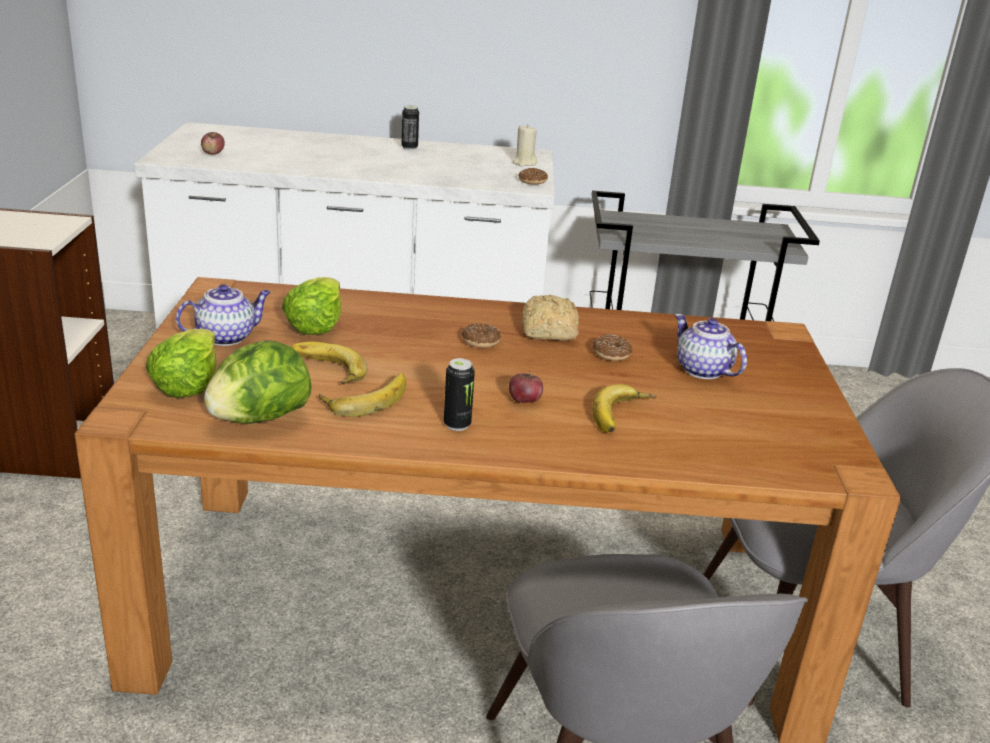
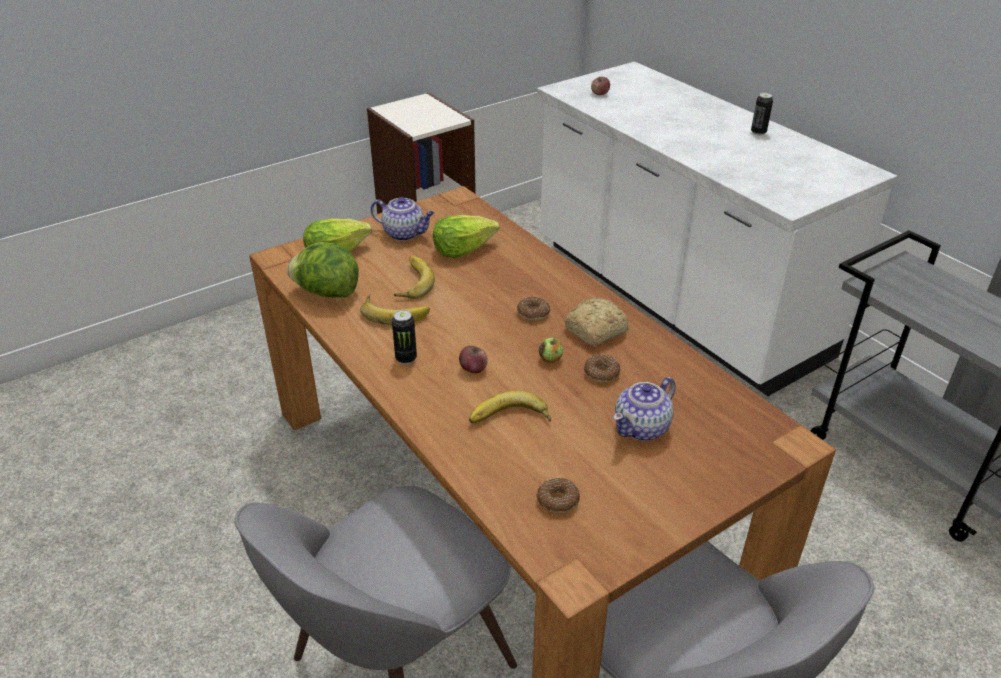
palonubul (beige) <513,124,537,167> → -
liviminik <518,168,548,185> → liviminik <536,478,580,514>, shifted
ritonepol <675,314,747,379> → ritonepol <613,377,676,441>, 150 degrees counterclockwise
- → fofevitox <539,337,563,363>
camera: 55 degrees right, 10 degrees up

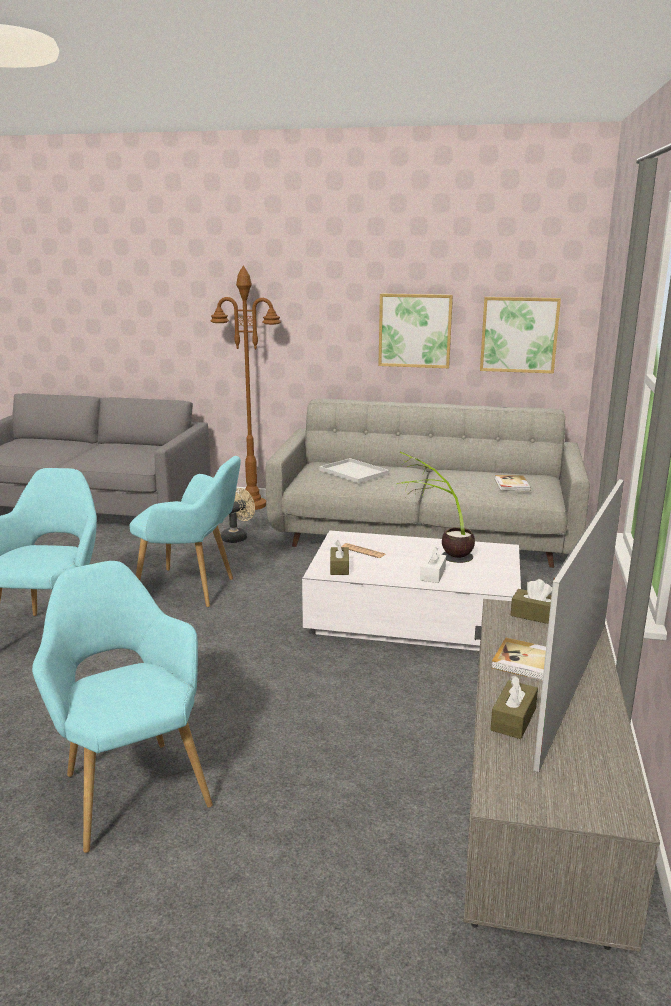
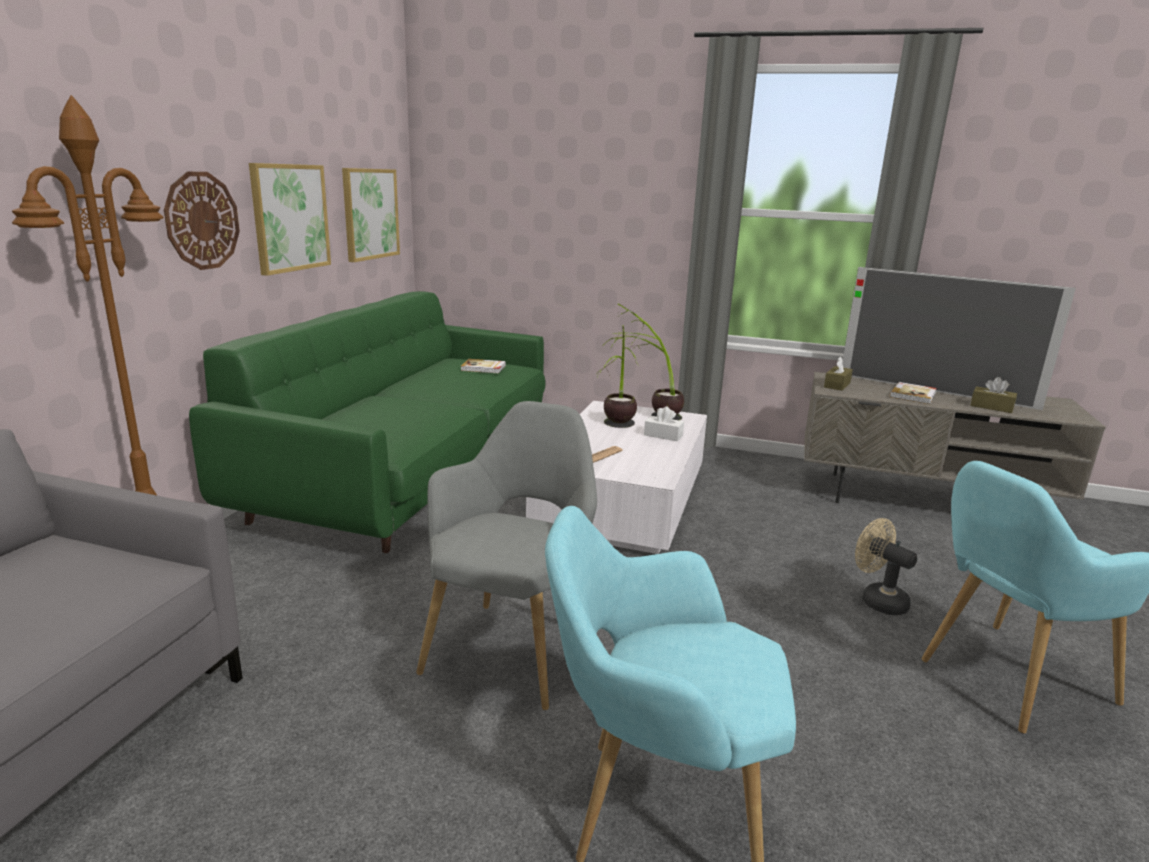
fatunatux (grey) <266,399,590,568> → fatunatux (green) <189,291,546,553>
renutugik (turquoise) <130,456,241,607> → renutugik (grey) <416,401,597,710>
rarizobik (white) <319,458,389,483> → -
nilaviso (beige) <221,488,255,543> → nilaviso (beige) <855,518,917,615>, shifted
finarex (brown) <330,540,349,575> → -
- → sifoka <164,172,240,270>
- → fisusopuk <613,303,684,420>
camera: 85 degrees left, 0 degrees up

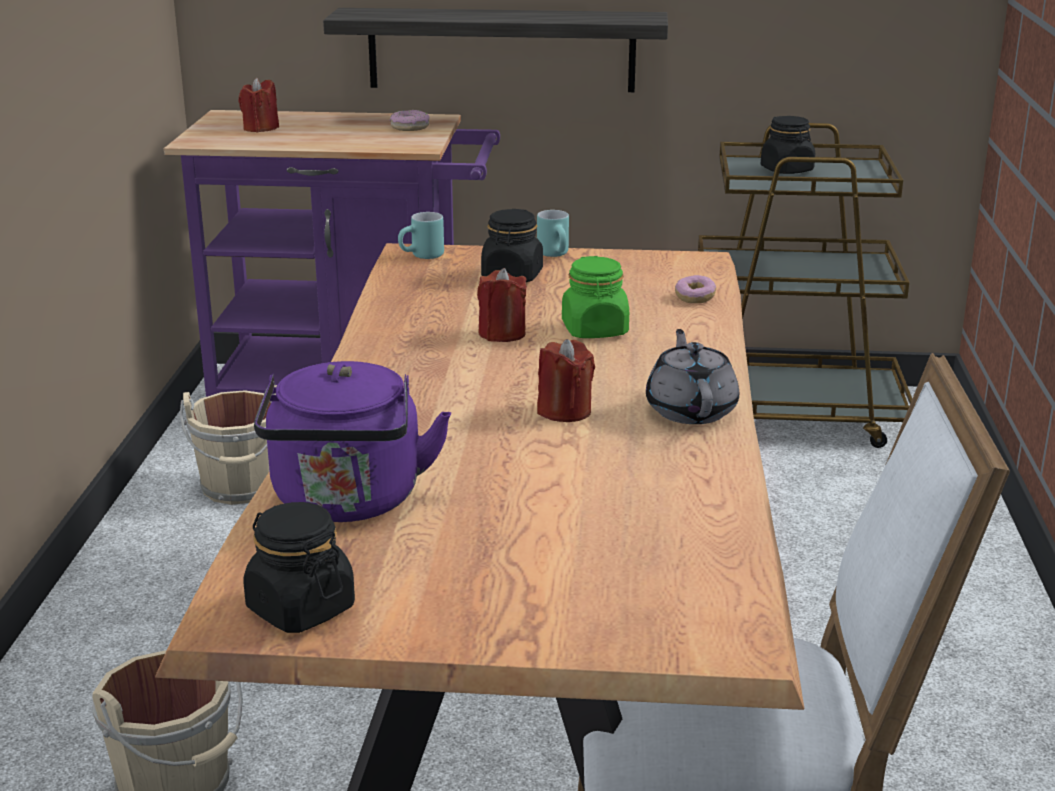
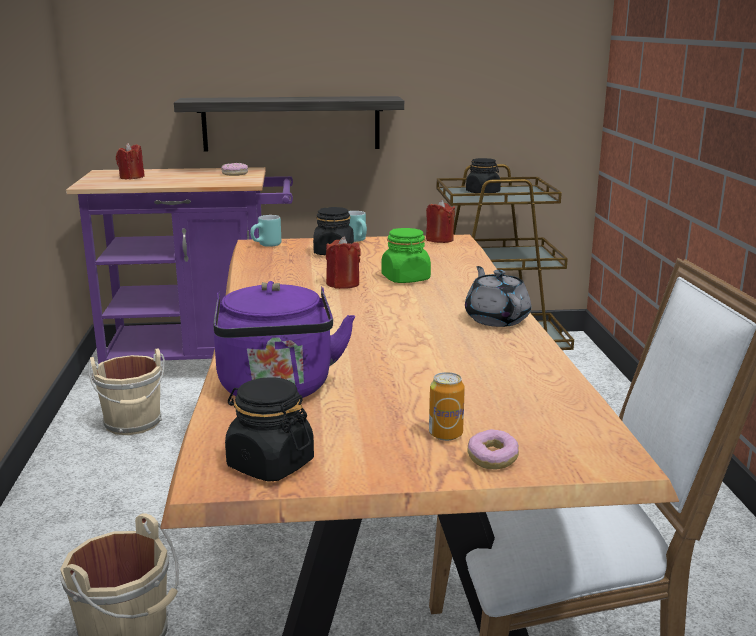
liviminik <675,275,716,303> → liviminik <468,429,519,469>, shifted
palonubul (red) <537,339,595,422> → palonubul (red) <426,200,455,243>, shifted
- → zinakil <429,372,465,441>
camera: 10 degrees left, 5 degrees down

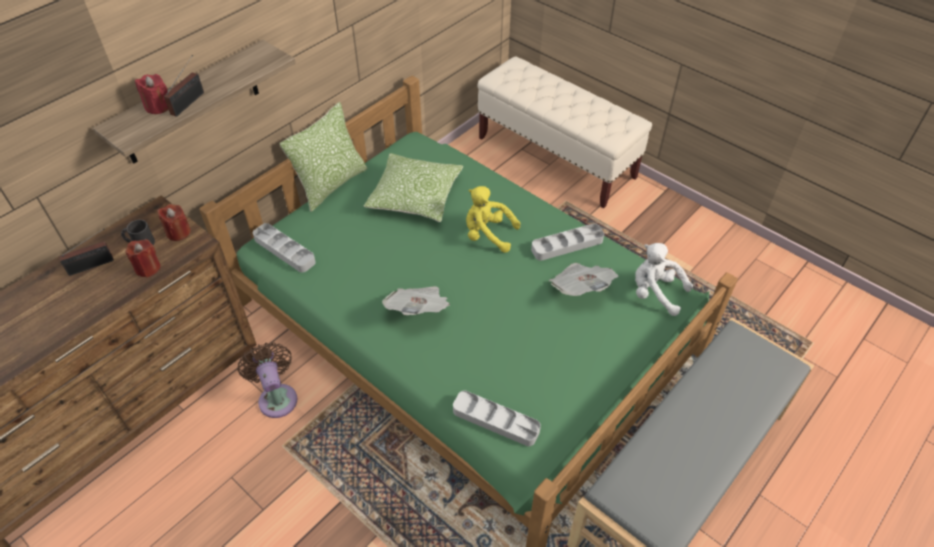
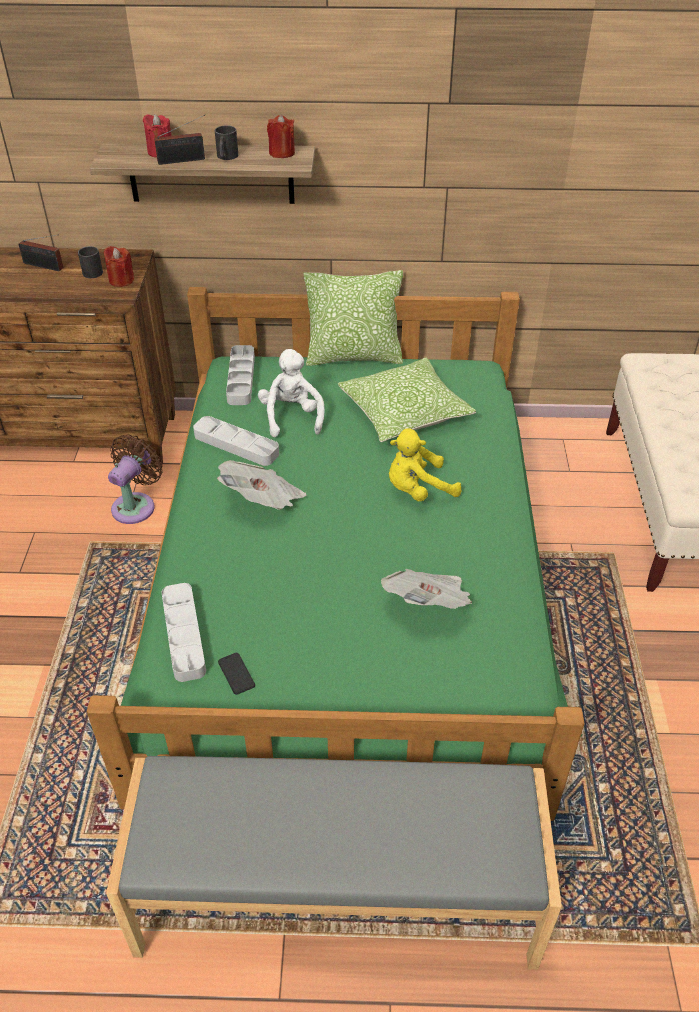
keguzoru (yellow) <466,186,521,253> → keguzoru (yellow) <389,428,461,502>, 90 degrees counterclockwise
rarizobik (grey) <531,224,604,261> → rarizobik (grey) <193,416,279,466>, shifted
palonubul (red) <125,239,160,278> → palonubul (red) <267,115,295,158>, shifted
keguzoru (white) <635,243,693,316> → keguzoru (white) <258,349,325,437>, shifted
- → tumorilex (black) <215,125,238,160>
- → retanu <218,653,255,695>
camera: 50 degrees right, 5 degrees down

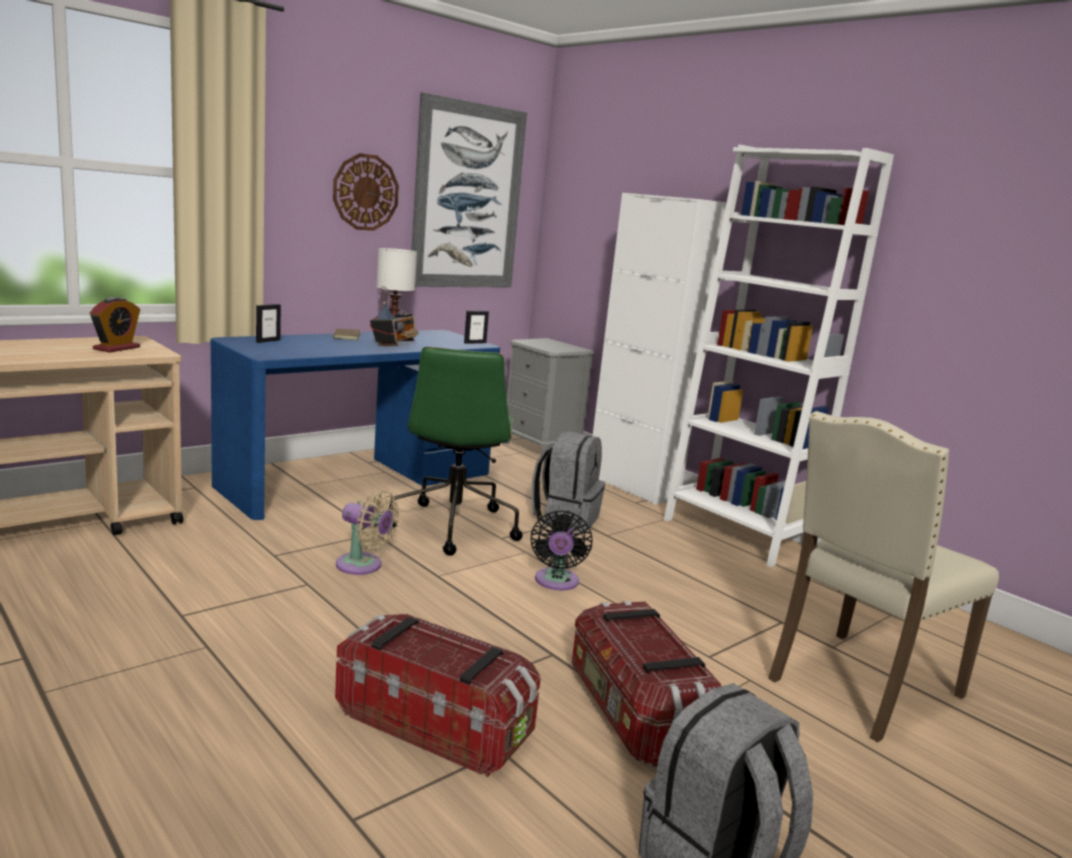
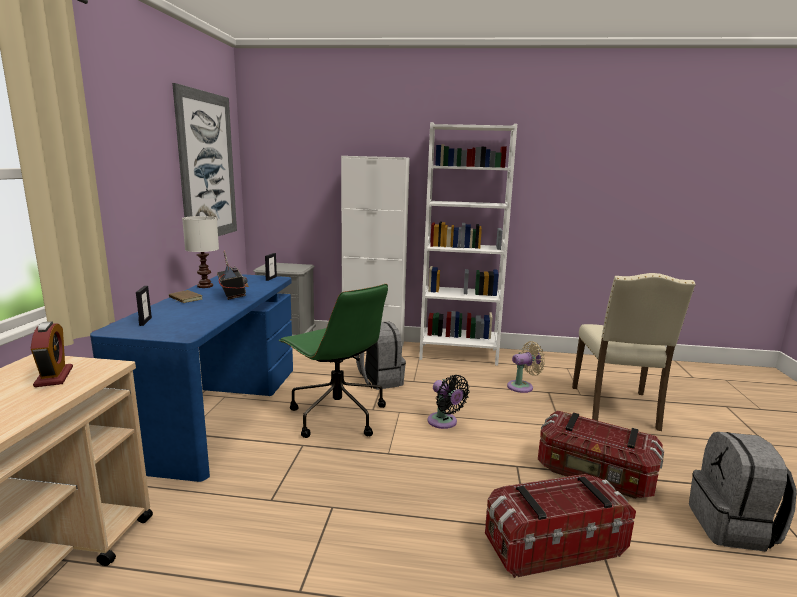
sifoka <333,153,399,231> → -
nilaviso (beige) <336,490,399,575> → nilaviso (beige) <507,341,545,393>, shifted
camera: 40 degrees left, 0 degrees up

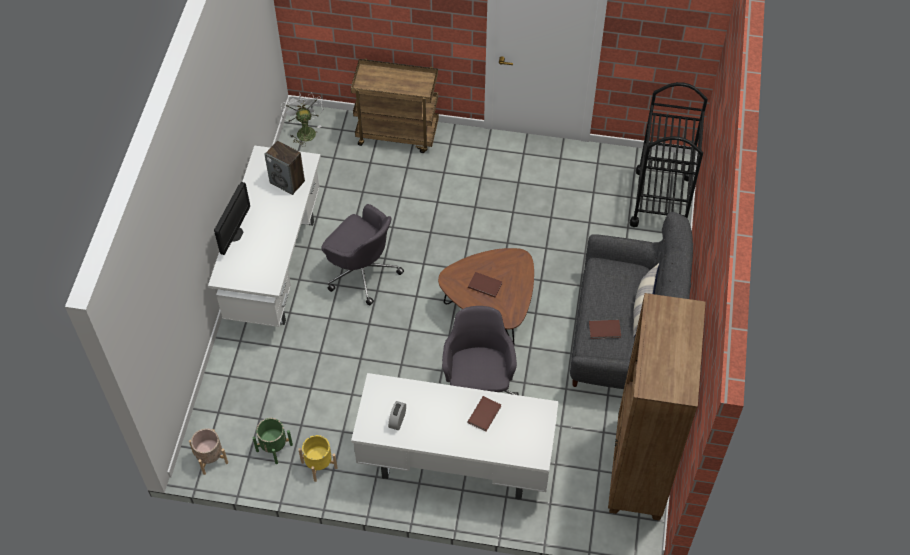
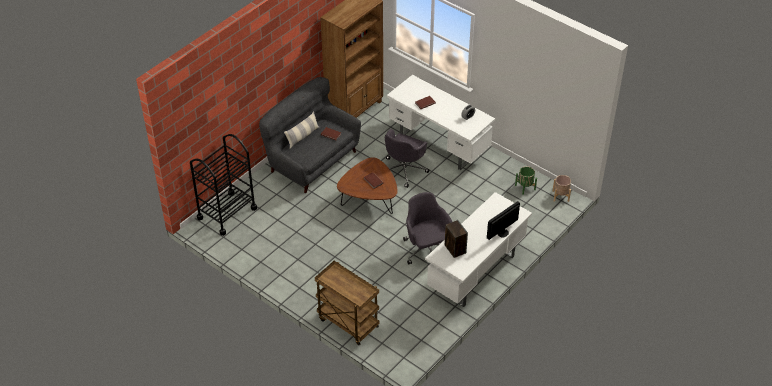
nilaviso (white) <281,92,324,147> → -
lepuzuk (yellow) <298,435,338,482> → -
camera: 150 degrees left, 10 degrees down

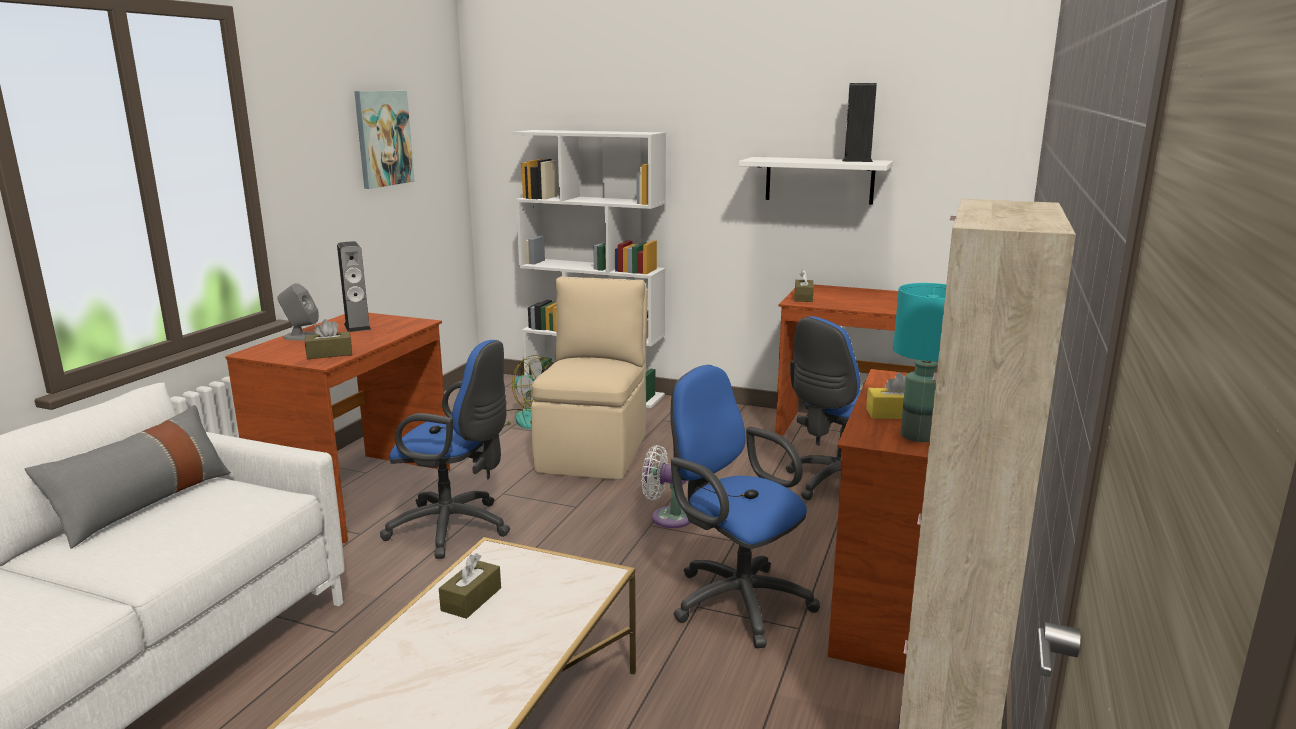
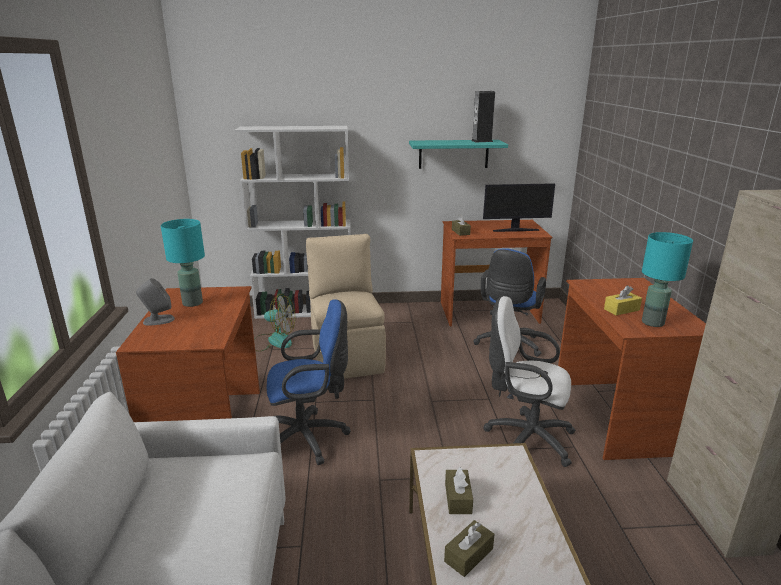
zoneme <354,91,414,189> → -
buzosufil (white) <739,157,893,205> → buzosufil (turquoise) <409,140,508,169>
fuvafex <337,241,371,332> → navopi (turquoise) <161,219,205,307>
finarex (brown) <305,319,352,359> → finarex (brown) <444,520,494,577>, shifted
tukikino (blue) <670,365,820,648> → tukikino (white) <483,296,576,467>
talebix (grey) <25,405,231,549> → -
nilaviso (white) <642,445,690,528> → -
- → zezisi <483,183,555,232>
camera: 25 degrees left, 5 degrees up

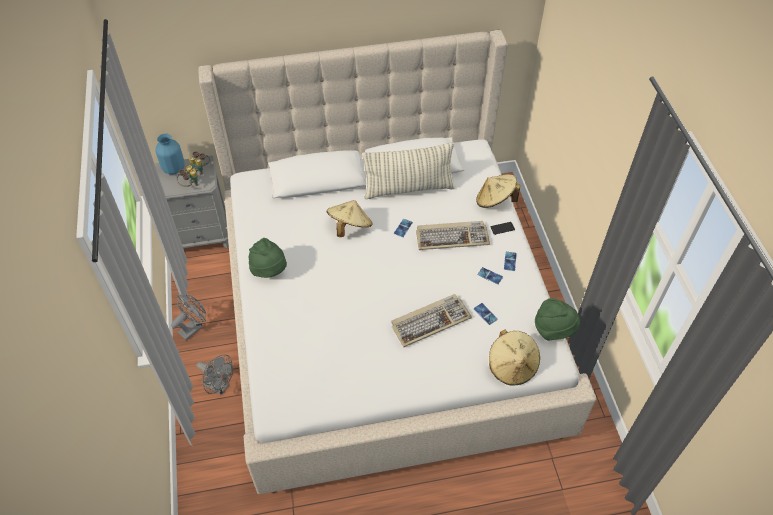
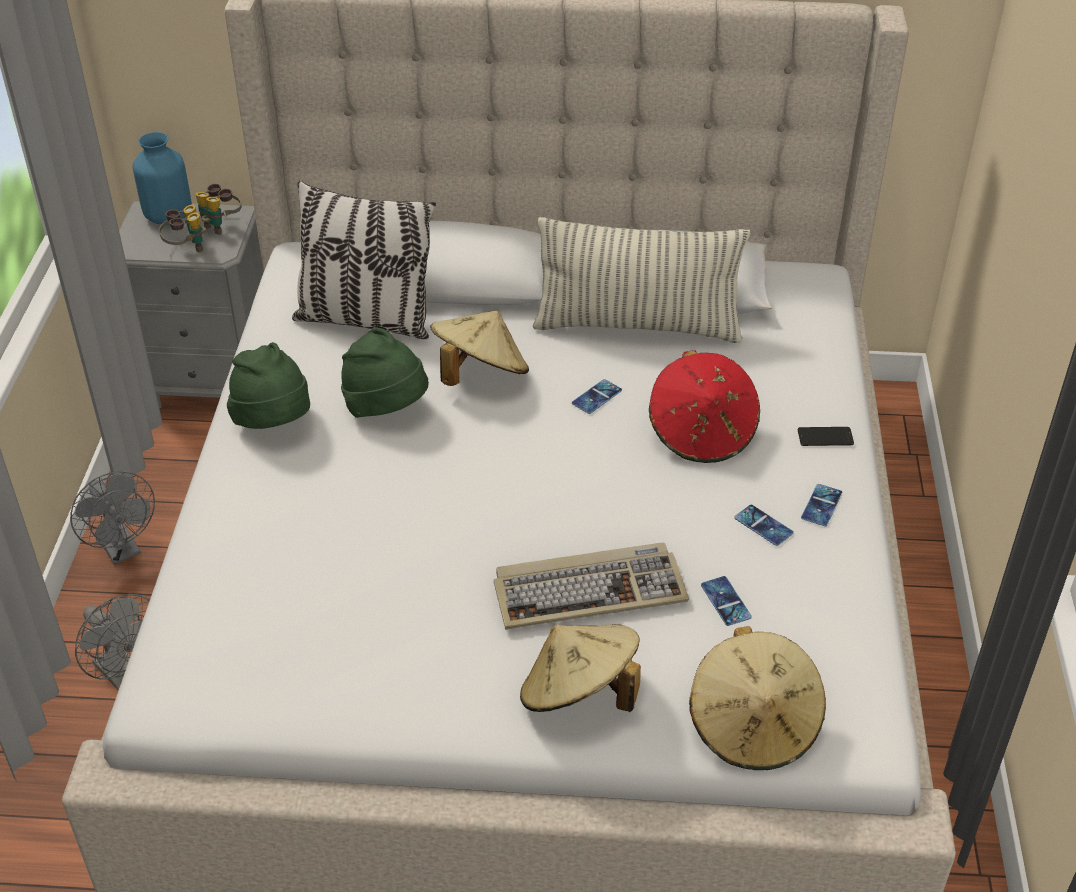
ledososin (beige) <476,174,521,208> → ledososin (beige) <520,624,641,712>, shifted
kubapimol <416,221,490,250> → ledososin (red) <649,350,760,463>
nilaviso (grey) <171,294,206,341> → nilaviso (grey) <70,471,155,565>, 90 degrees clockwise
ledososin (green) <535,298,580,341> → ledososin (green) <341,328,429,418>, shifted
- → talebix <292,181,436,340>
camera: 15 degrees right, 10 degrees down

